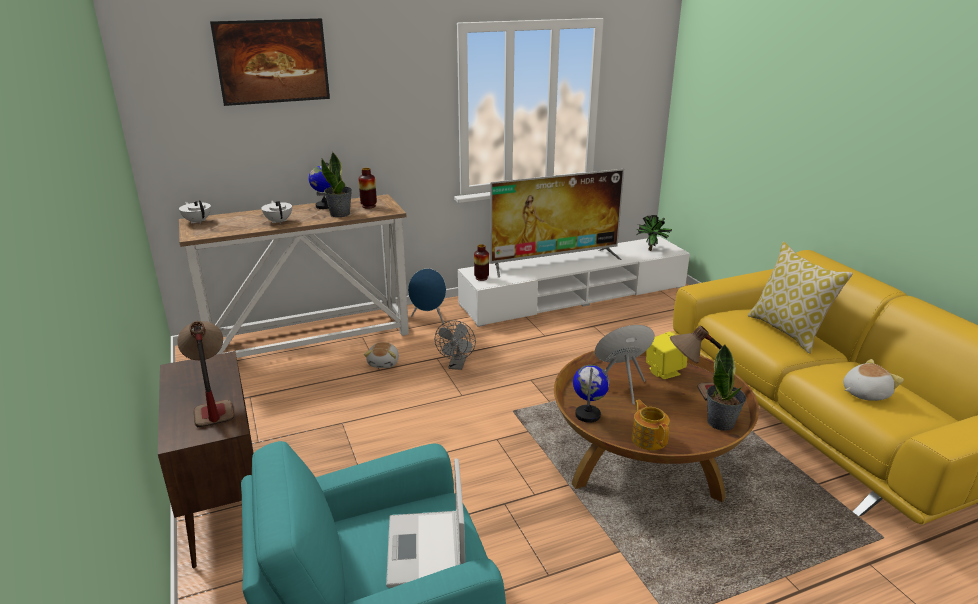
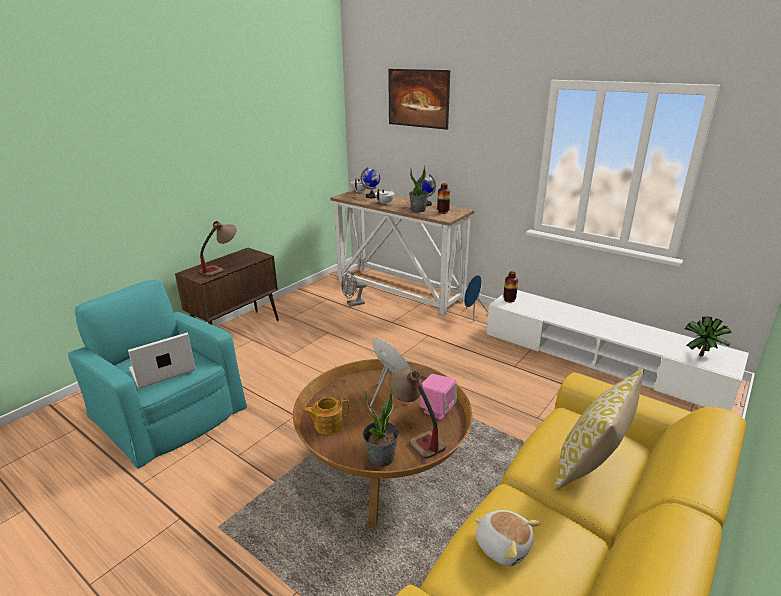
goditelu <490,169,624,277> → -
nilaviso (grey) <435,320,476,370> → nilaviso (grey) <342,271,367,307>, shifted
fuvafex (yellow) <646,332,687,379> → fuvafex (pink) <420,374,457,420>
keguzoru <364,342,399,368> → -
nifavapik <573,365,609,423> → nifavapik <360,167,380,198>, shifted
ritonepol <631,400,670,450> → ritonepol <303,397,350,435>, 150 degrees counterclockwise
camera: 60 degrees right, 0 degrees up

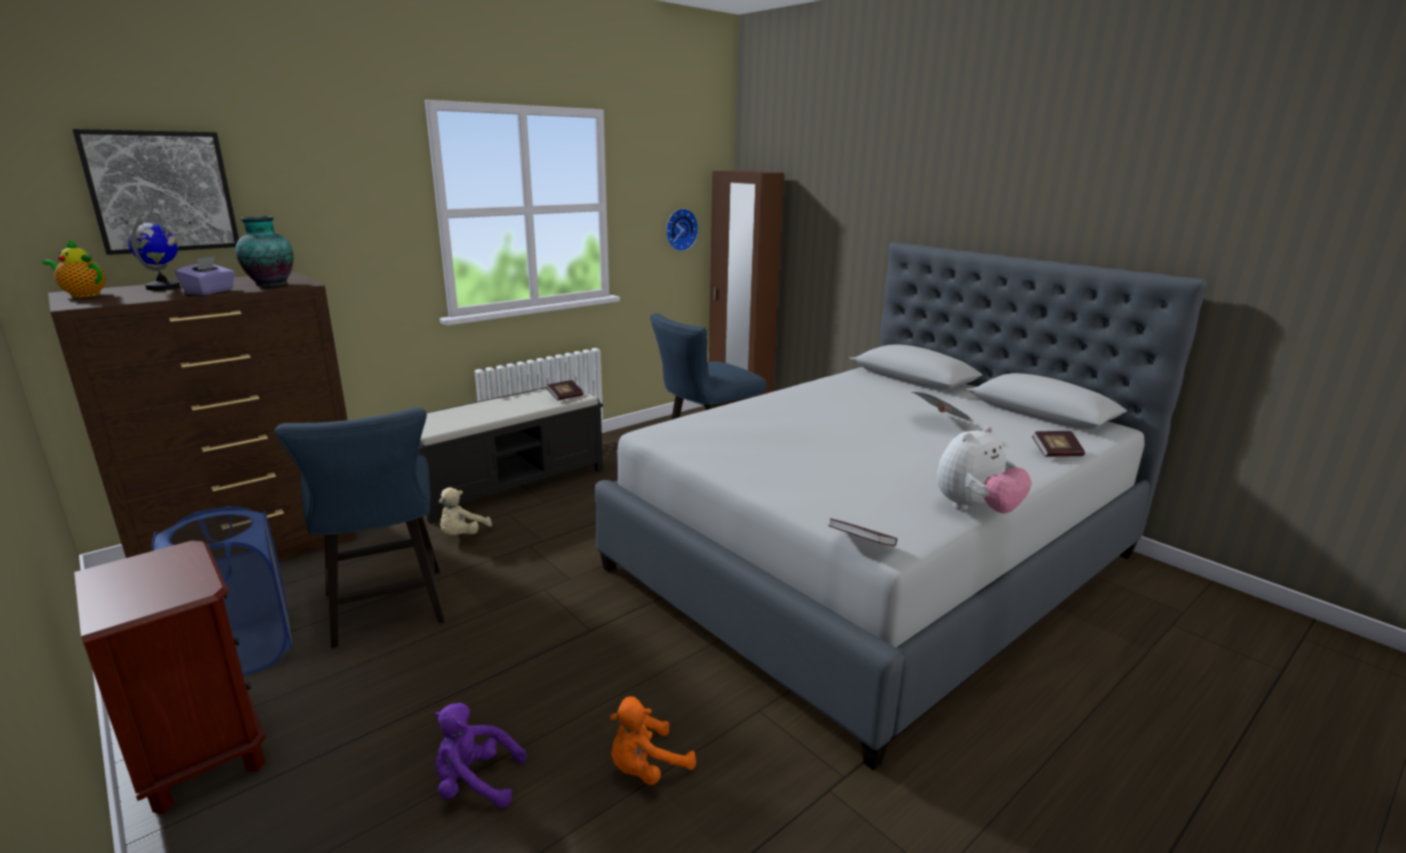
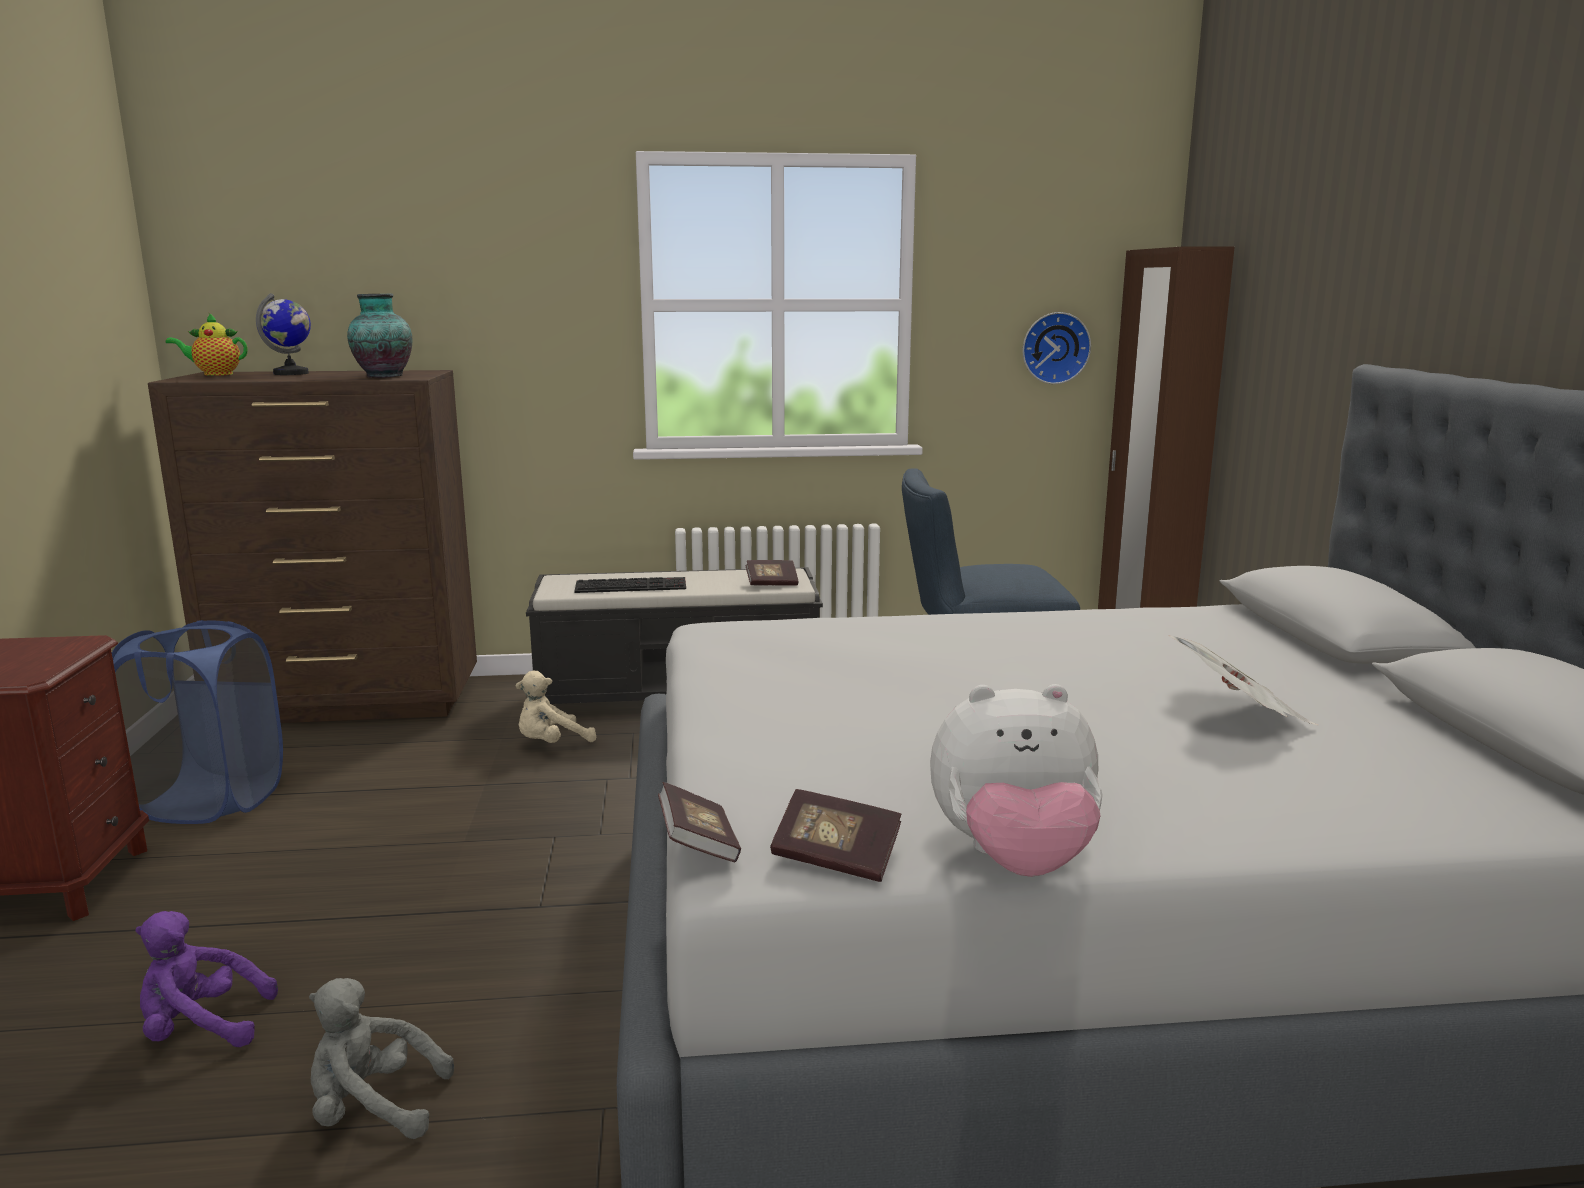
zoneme <72,129,239,255> → -
ritonepol <43,239,106,297> → ritonepol <166,313,247,376>, 60 degrees counterclockwise
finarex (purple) <175,256,235,295> → -
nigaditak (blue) <274,408,444,648> → -
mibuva <1032,431,1085,457> → mibuva <770,789,901,882>, shifted
keguzoru (orange) <610,696,696,785> → keguzoru (grey) <309,978,454,1139>
keguzoru (purple) <435,703,527,808> → keguzoru (purple) <135,911,278,1047>, 45 degrees counterclockwise
- → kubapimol <574,577,686,593>
camera: 35 degrees right, 5 degrees down

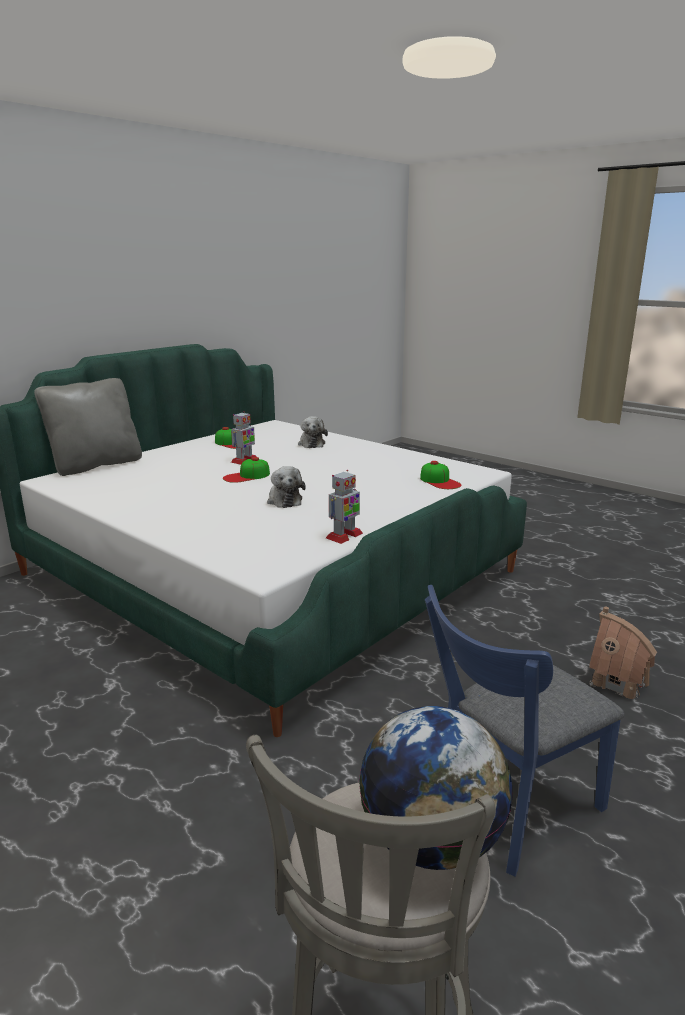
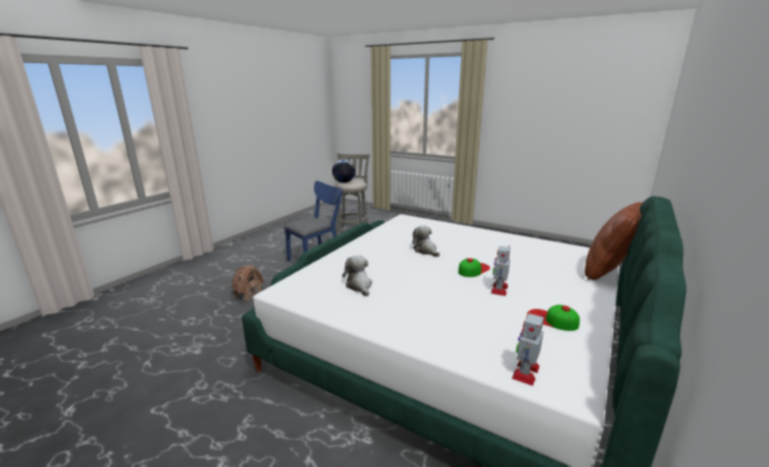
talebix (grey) <34,378,142,476> → talebix (brown) <585,202,643,280>
keguzoru <298,416,328,448> → keguzoru <343,255,372,296>, shifted
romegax <420,461,462,489> → -
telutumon <326,470,363,544> → telutumon <512,313,544,386>, shifted
camera: 170 degrees right, 0 degrees up

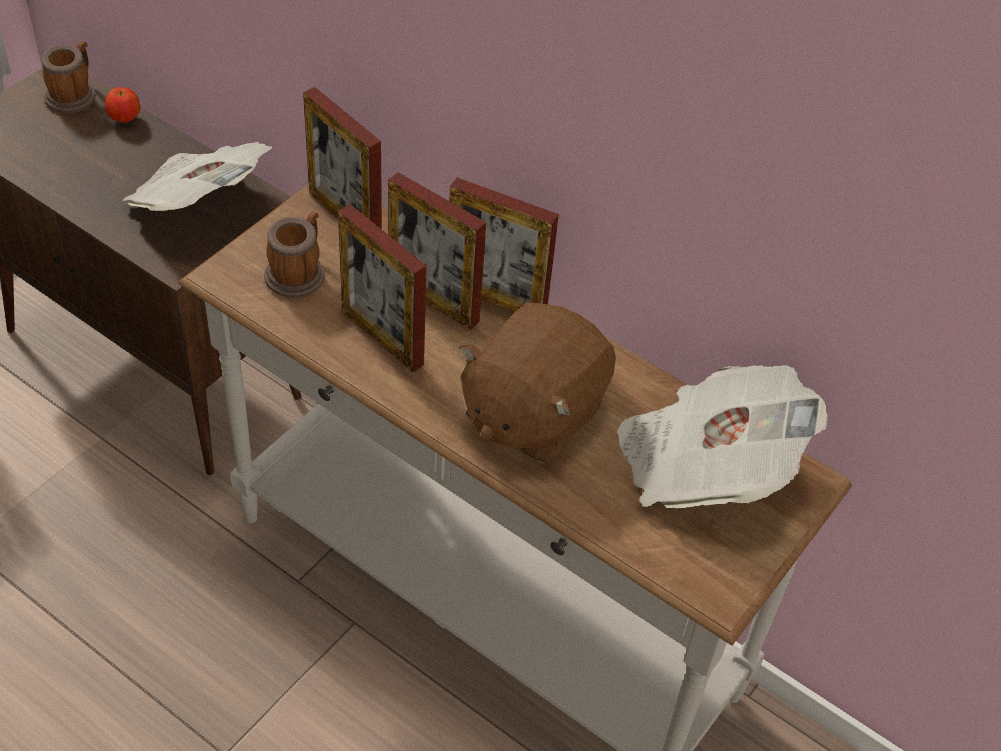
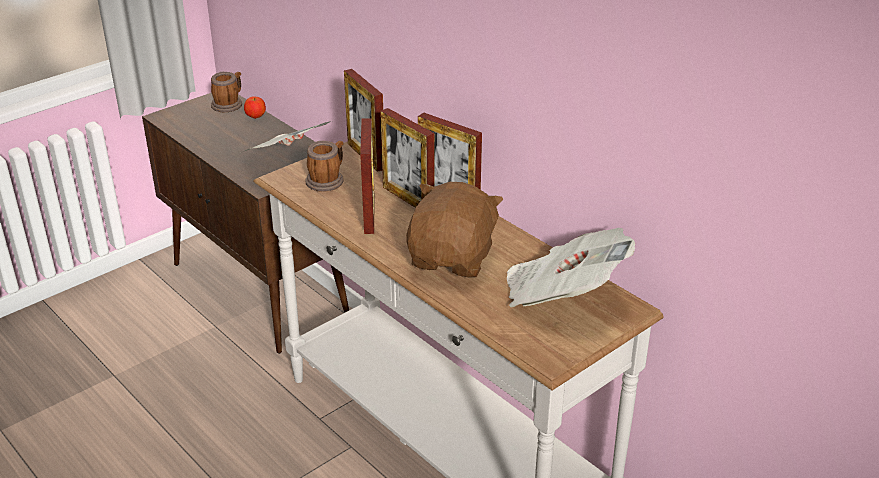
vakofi <338,204,427,372> → vakofi <360,118,375,234>, 150 degrees counterclockwise
keguzoru (brown) <459,303,616,464> → keguzoru (brown) <406,182,504,278>, 150 degrees clockwise
camera: 15 degrees right, 15 degrees down

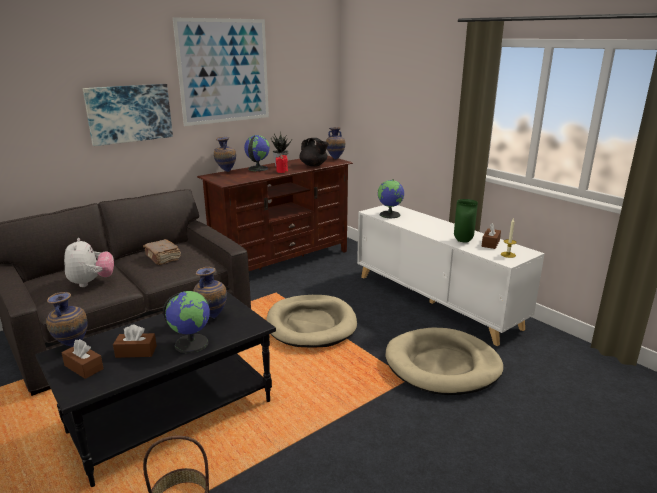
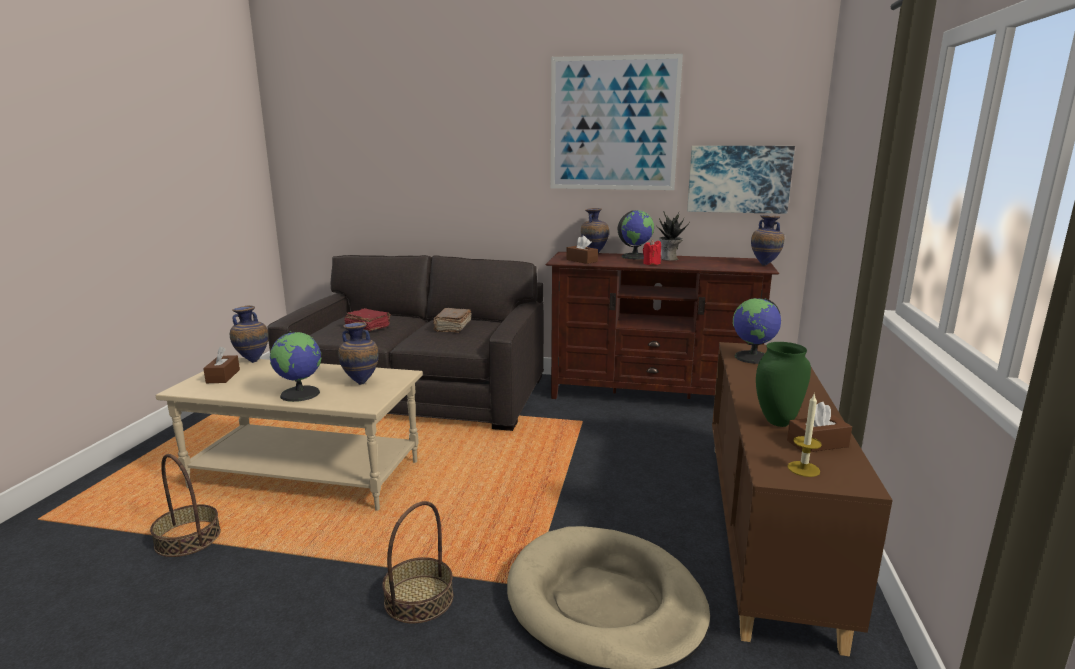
zoneme <83,84,173,146> → zoneme <687,146,795,214>, shifted
ritonepol (black) <299,138,329,167> → -
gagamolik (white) <357,205,545,346> → gagamolik (brown) <712,342,893,656>
keguzoru <64,238,114,287> → mibuva (red) <344,308,391,331>
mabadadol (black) <35,292,276,487> → mabadadol (beige) <156,357,423,511>
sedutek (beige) <266,295,357,348> → -
finarex (brown) <113,325,157,358> → finarex (brown) <566,236,598,264>, shifted
- → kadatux <382,501,453,624>
camera: 50 degrees right, 5 degrees down

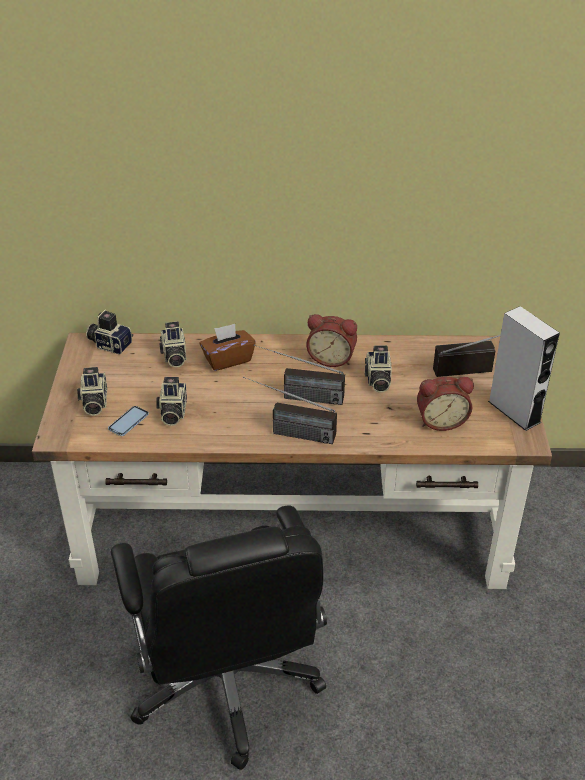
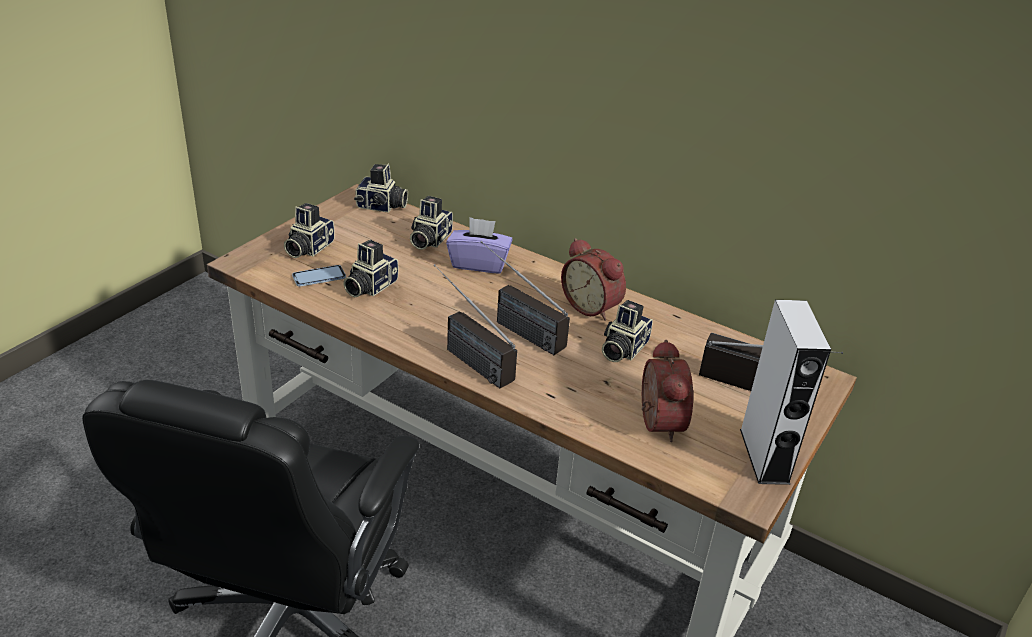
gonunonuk <86,309,133,355> → gonunonuk <354,164,408,213>, 135 degrees clockwise
finarex (brown) <200,324,256,371> → finarex (purple) <446,217,513,274>
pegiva <417,377,474,431> → pegiva <642,339,693,442>, 120 degrees counterclockwise
camera: 30 degrees right, 5 degrees down

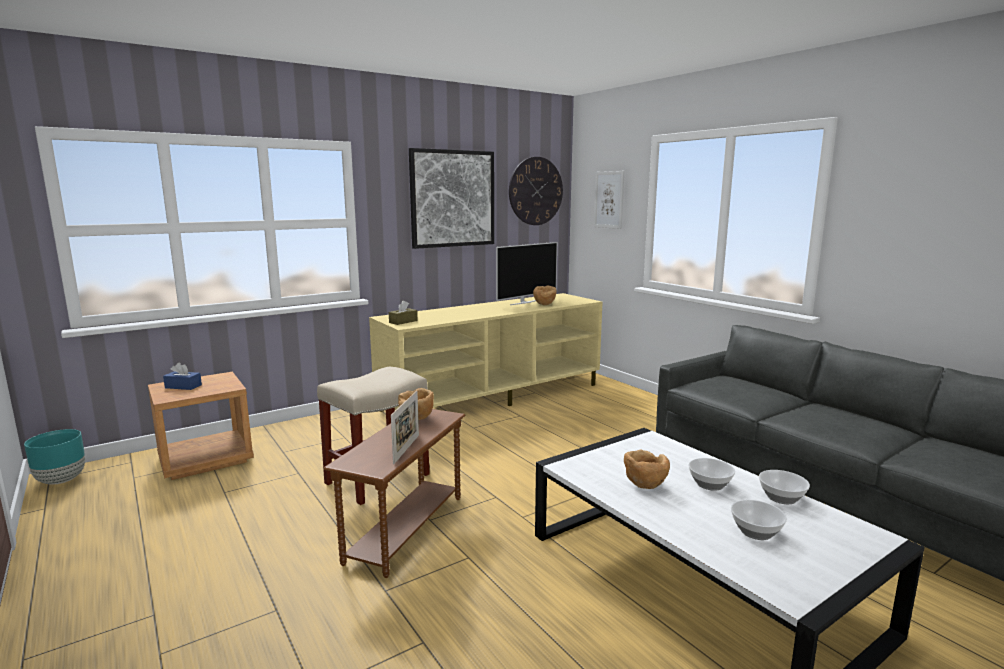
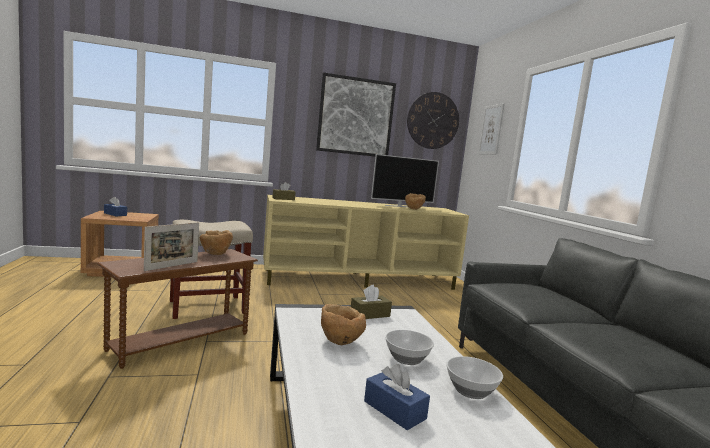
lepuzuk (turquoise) <24,429,85,485> → -
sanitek <731,500,787,540> → finarex (blue) <364,364,430,430>
- → finarex (brown) <351,285,392,319>
camera: 20 degrees right, 5 degrees down

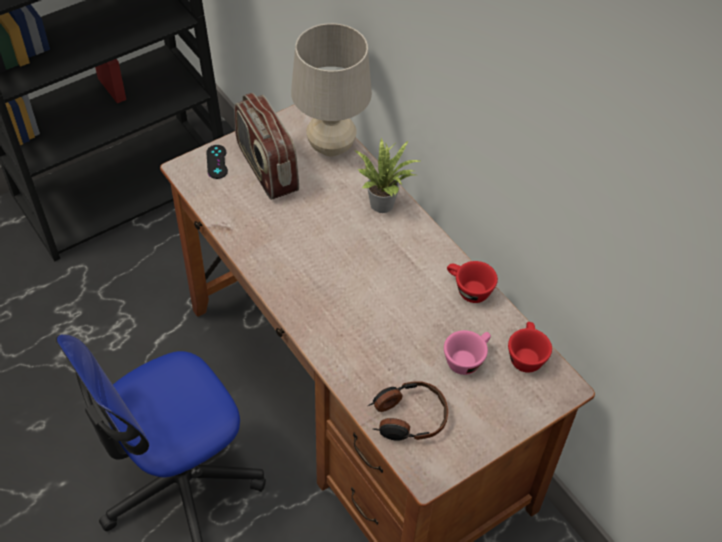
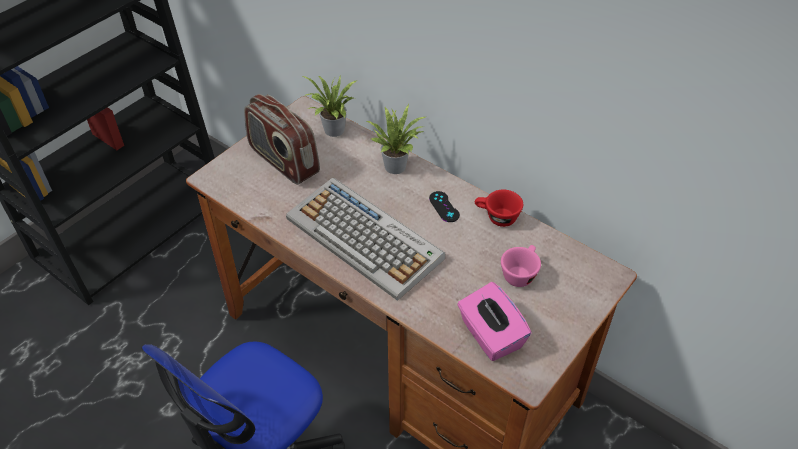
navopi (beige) <291,23,372,156> → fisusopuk <303,76,358,137>
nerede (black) <206,145,228,179> → nerede (black) <429,191,460,222>, shifted
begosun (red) <508,322,552,373> → -
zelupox <367,381,448,441> → finarex (pink) <457,282,532,361>
- → kubapimol <286,177,445,301>
camera: 15 degrees left, 5 degrees down

